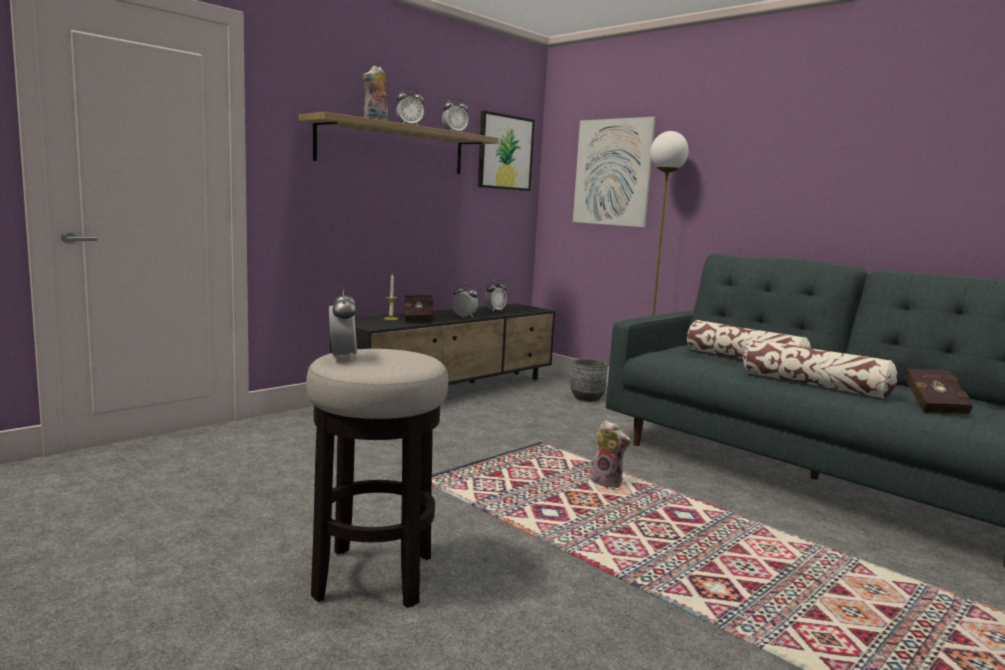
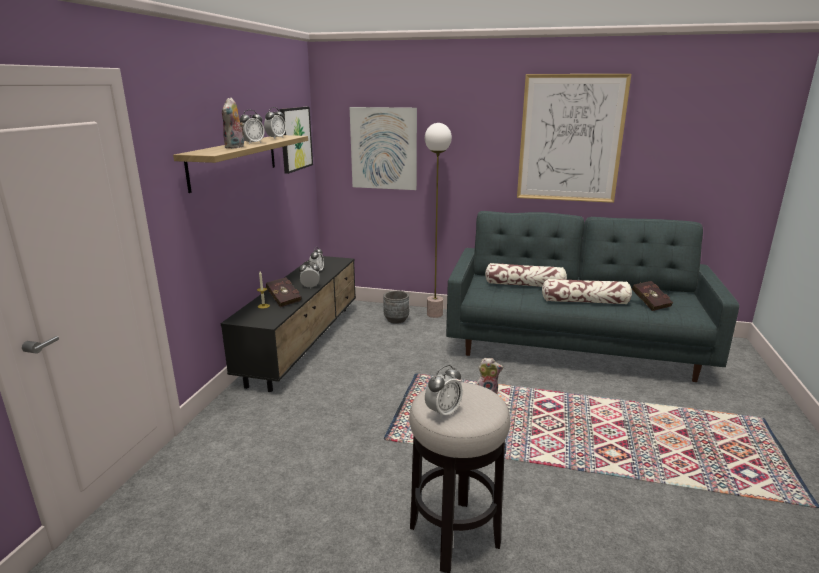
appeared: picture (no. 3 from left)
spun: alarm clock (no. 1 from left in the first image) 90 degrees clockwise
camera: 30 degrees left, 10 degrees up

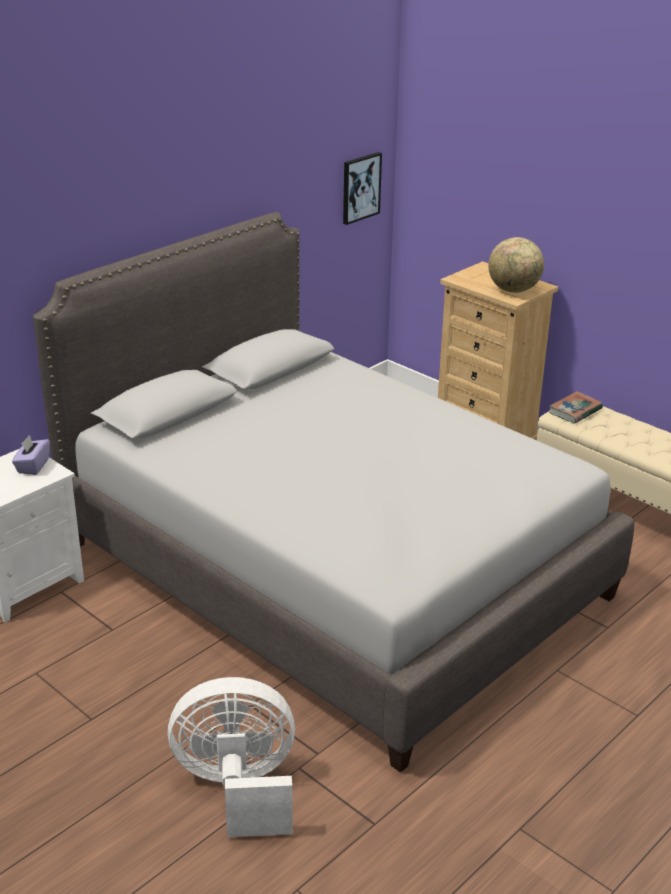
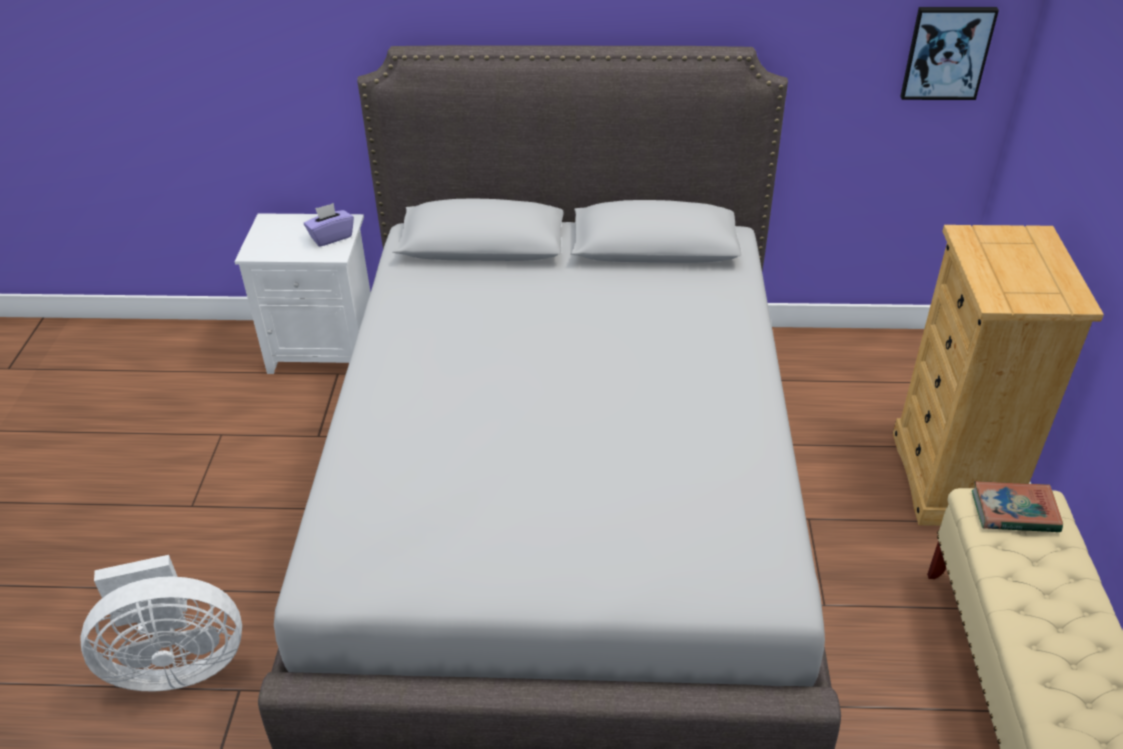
missing: globe
spun: fan in white 120 degrees clockwise
camera: 50 degrees right, 10 degrees up

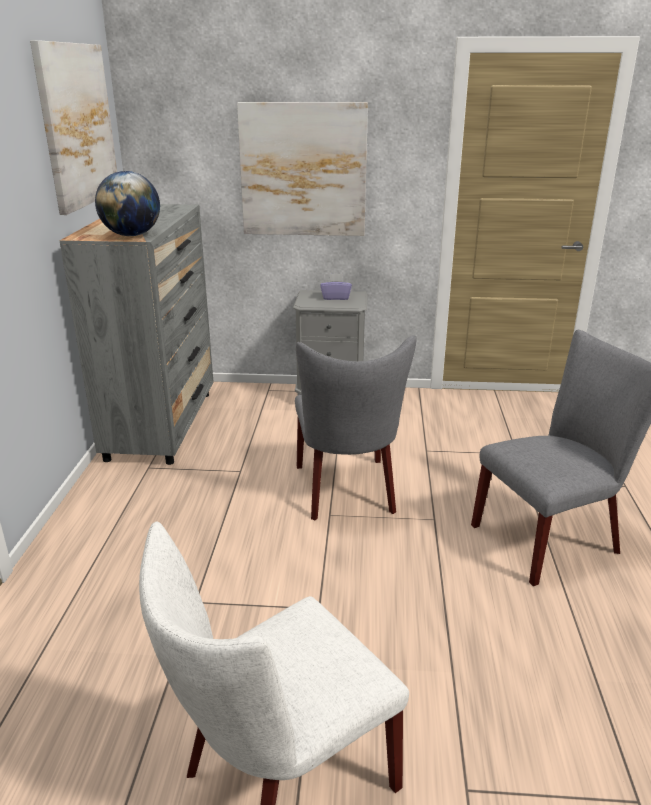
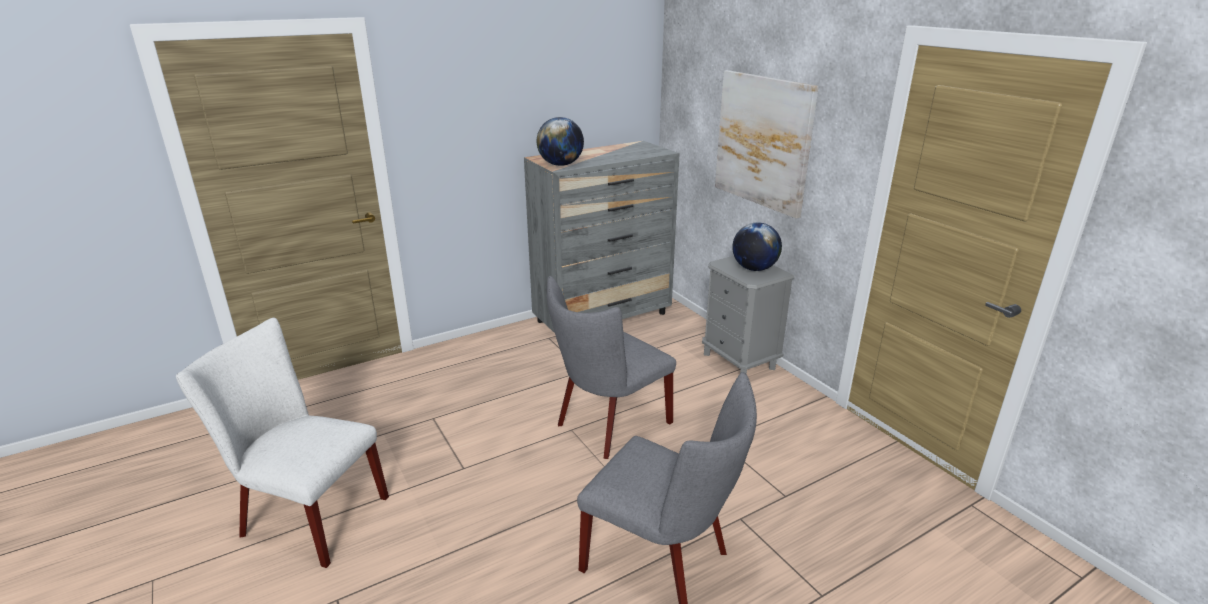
missing: picture (no. 1 from left)
exchanged: tissue box in purple to globe (no. 2 from left)
camera: 55 degrees right, 0 degrees up

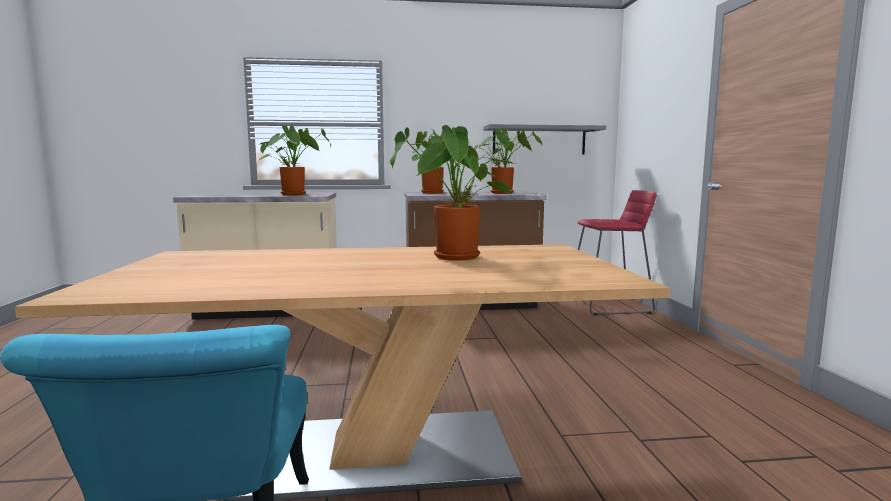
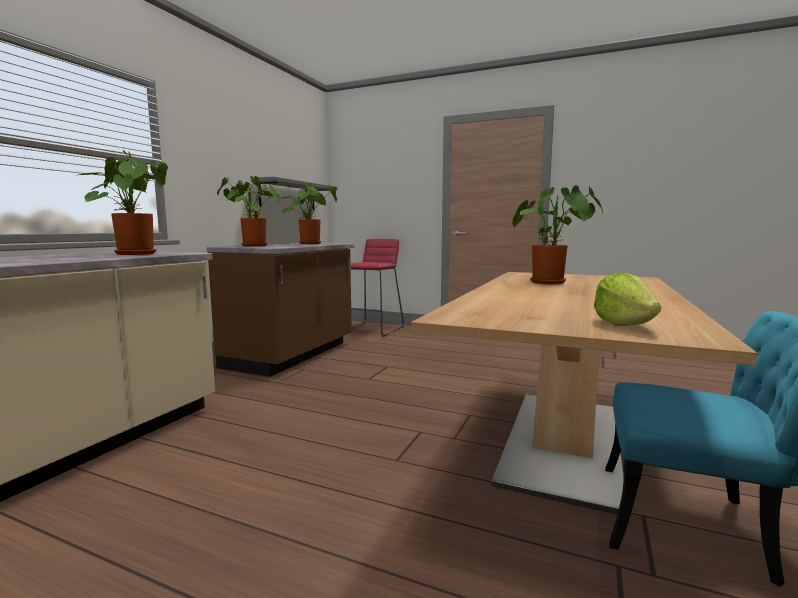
appeared: lettuce
camera: 60 degrees left, 0 degrees up

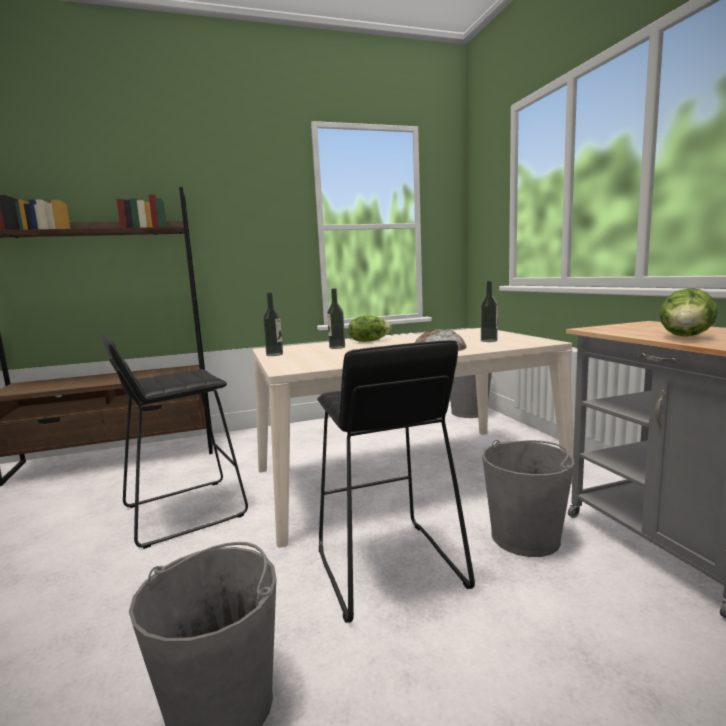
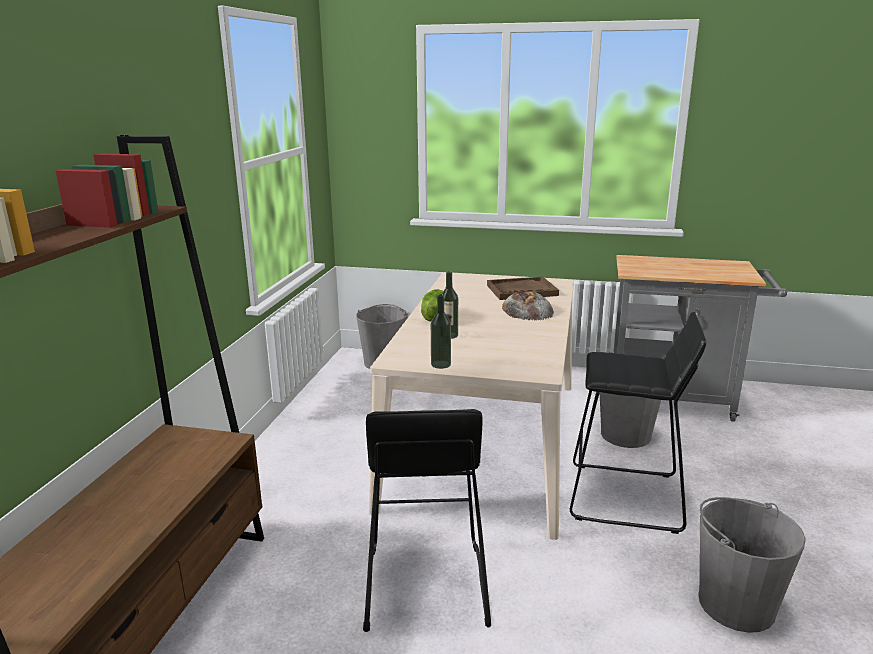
missing: lettuce (no. 2 from left)
exchanged: bottle (no. 3 from left) to tray in brown
camera: 60 degrees left, 10 degrees up

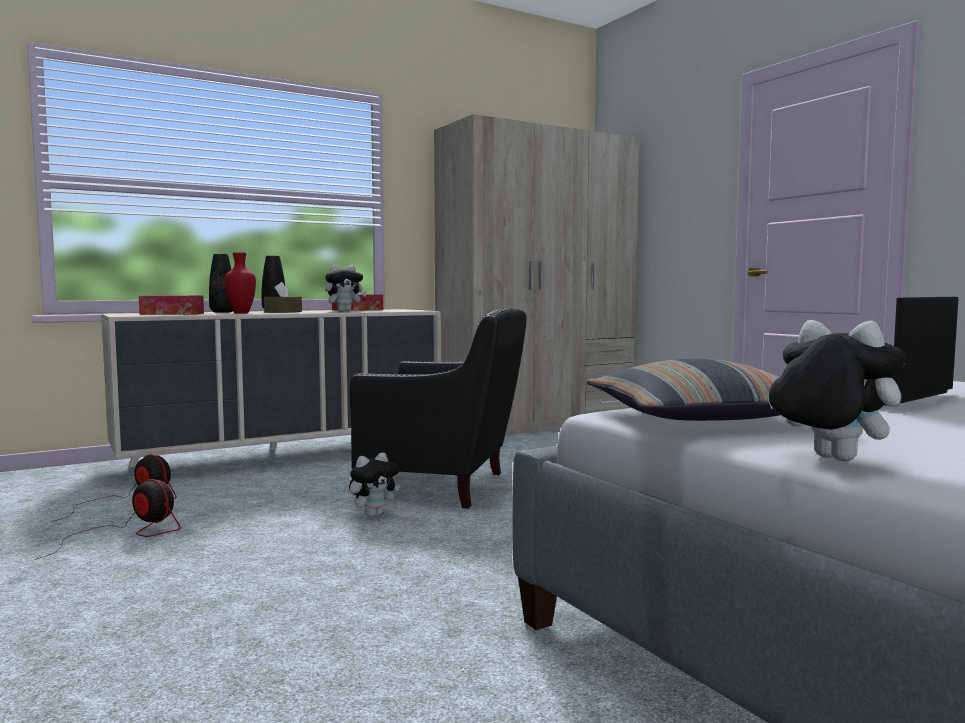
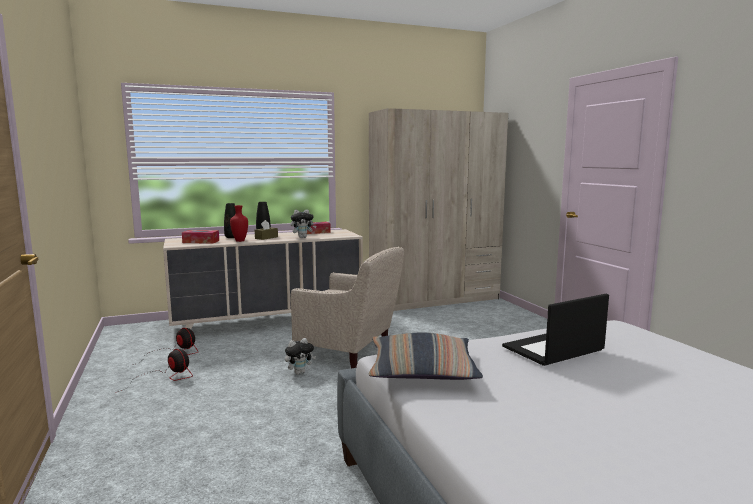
missing: plush toy (no. 3 from left)
colour: armchair in black to armchair in beige
camera: 10 degrees right, 5 degrees up

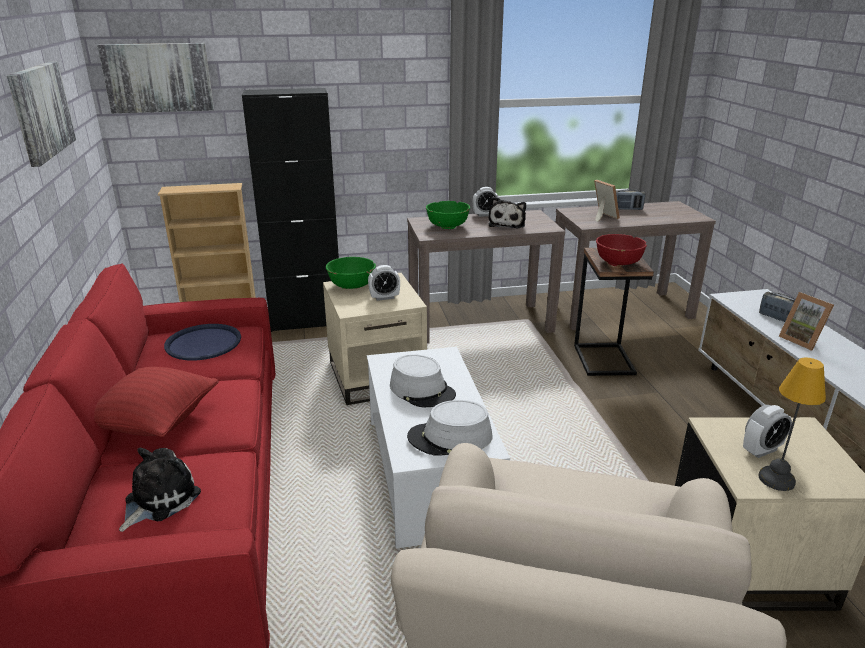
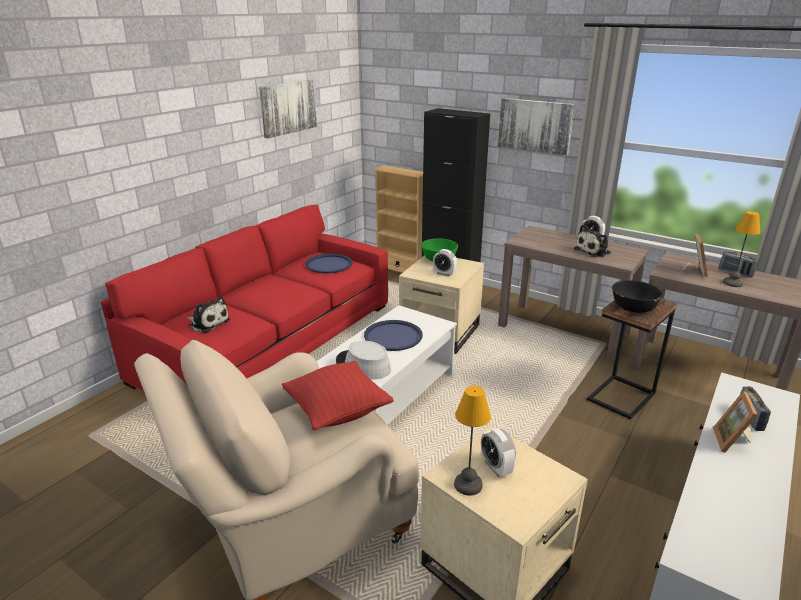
missing: bowl in green (no. 2 from left)
appeared: table lamp (no. 2 from left)
relocated: pillow in red; picture (no. 2 from left)
exchanged: hat in grey (no. 1 from left) to tray in blue (no. 2 from left)
colour: bowl in red to bowl in black
spun: plush toy (no. 1 from left) 45 degrees clockwise; alarm clock (no. 3 from left in the first image) 45 degrees clockwise
camera: 45 degrees right, 0 degrees up

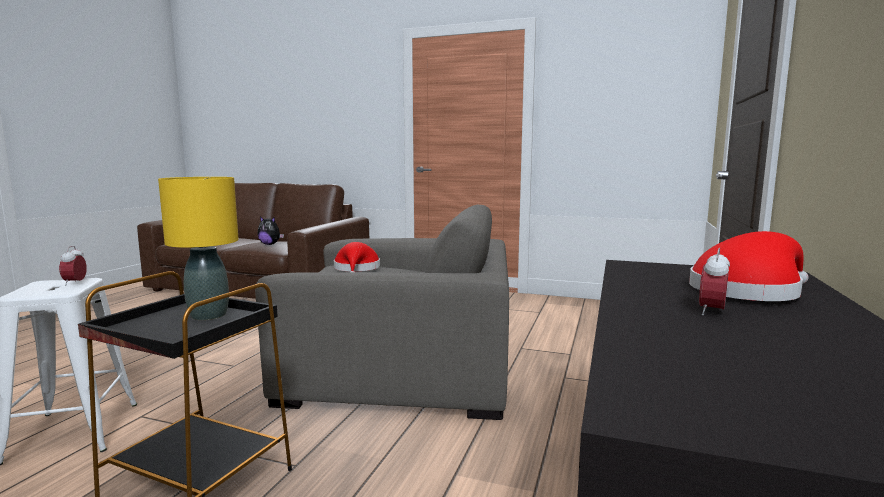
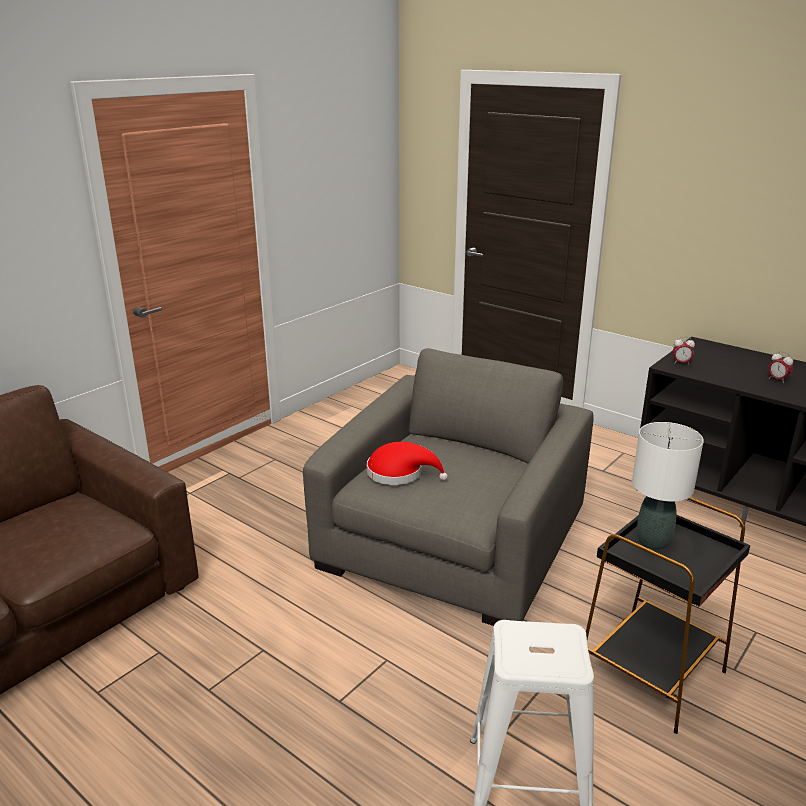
missing: plush toy; hat in red (no. 2 from left)
relocated: alarm clock (no. 1 from left)
colour: table lamp in yellow to table lamp in white
camera: 70 degrees left, 15 degrees up

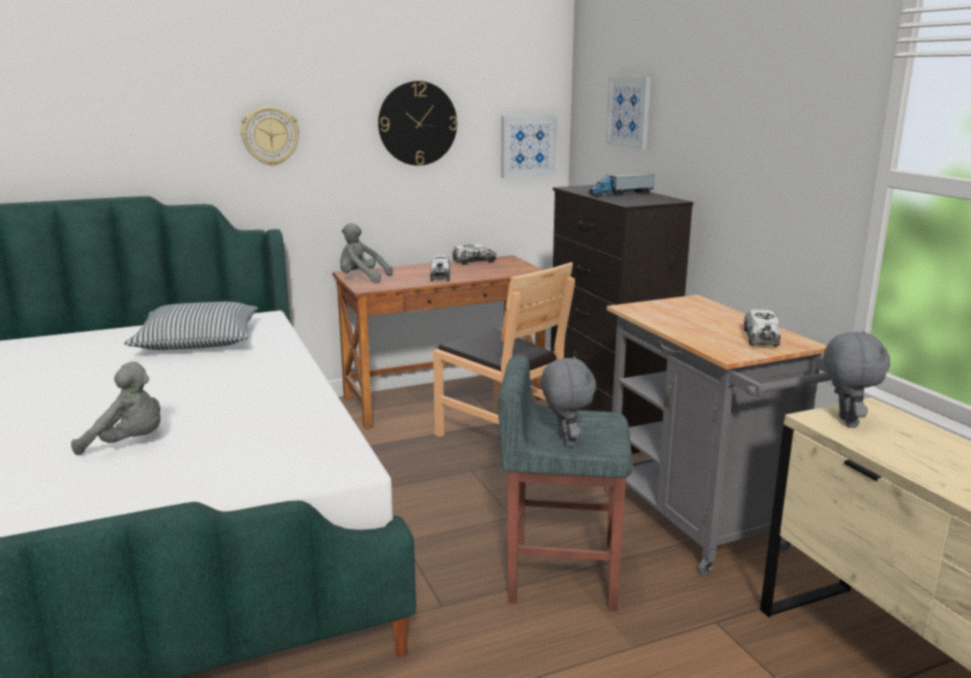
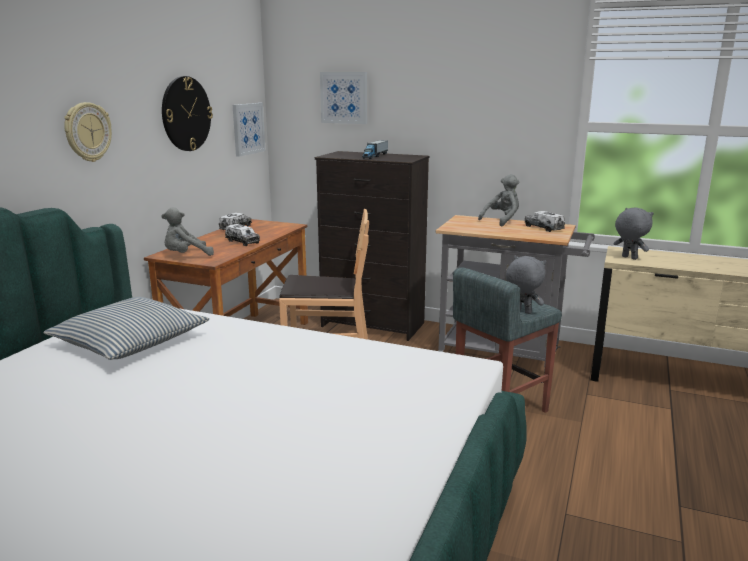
relocated: plush toy in grey (no. 1 from left in the first image) to plush toy in grey (no. 2 from left)
camera: 45 degrees left, 0 degrees up

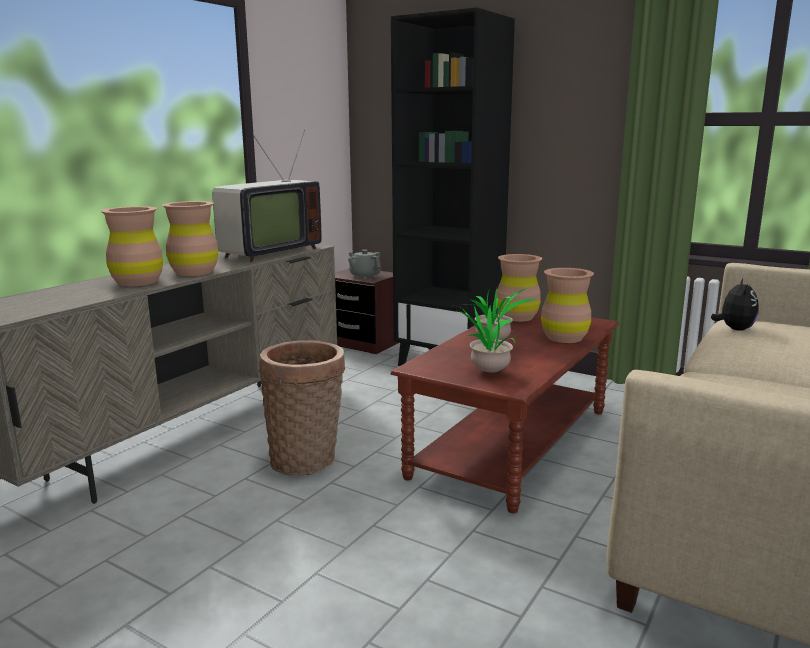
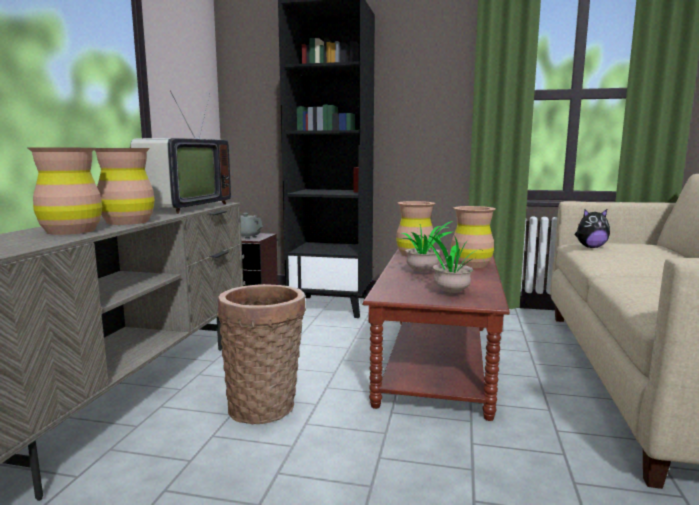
spun: plush toy 90 degrees clockwise
camera: 20 degrees left, 5 degrees down

